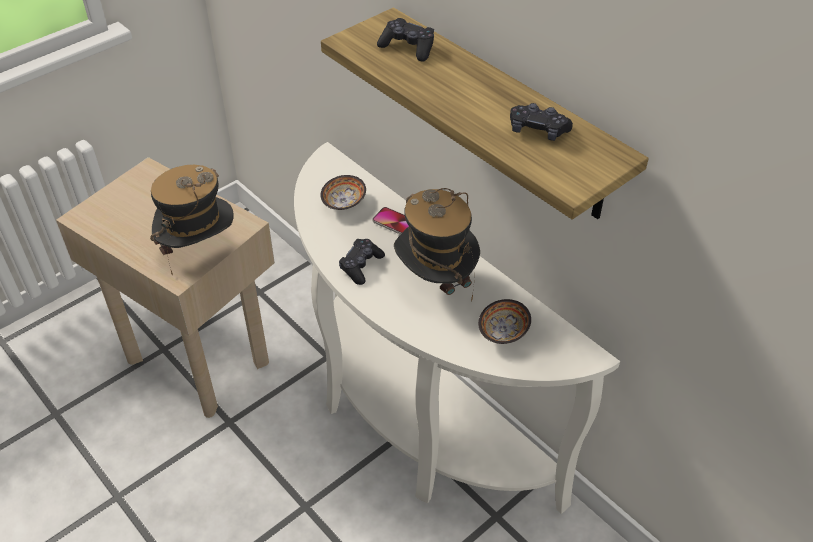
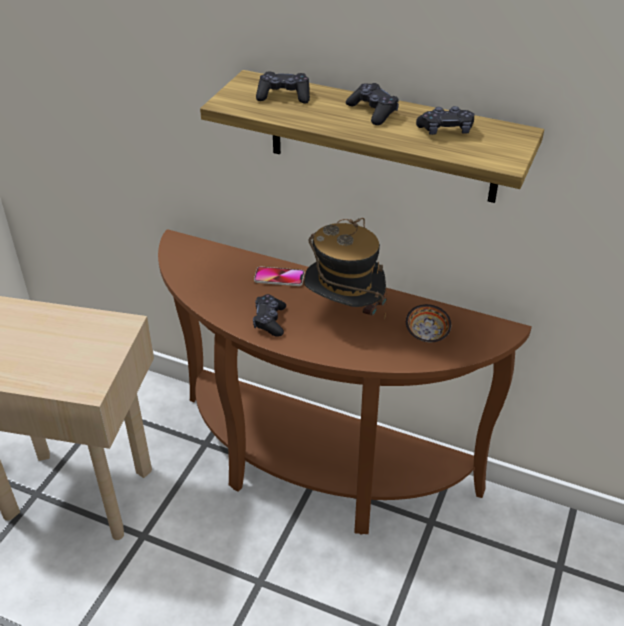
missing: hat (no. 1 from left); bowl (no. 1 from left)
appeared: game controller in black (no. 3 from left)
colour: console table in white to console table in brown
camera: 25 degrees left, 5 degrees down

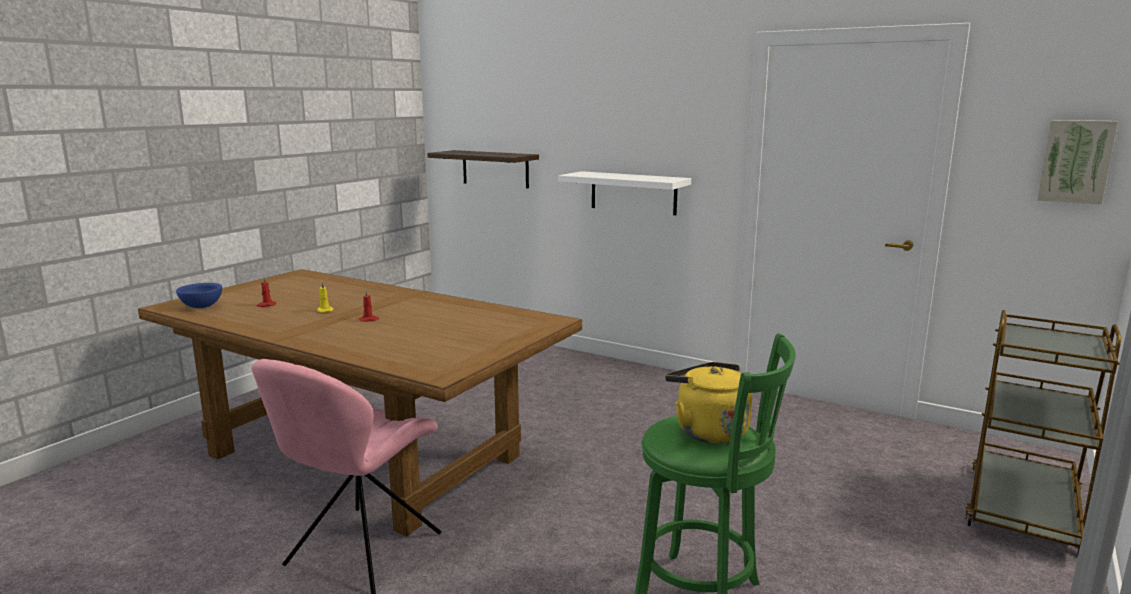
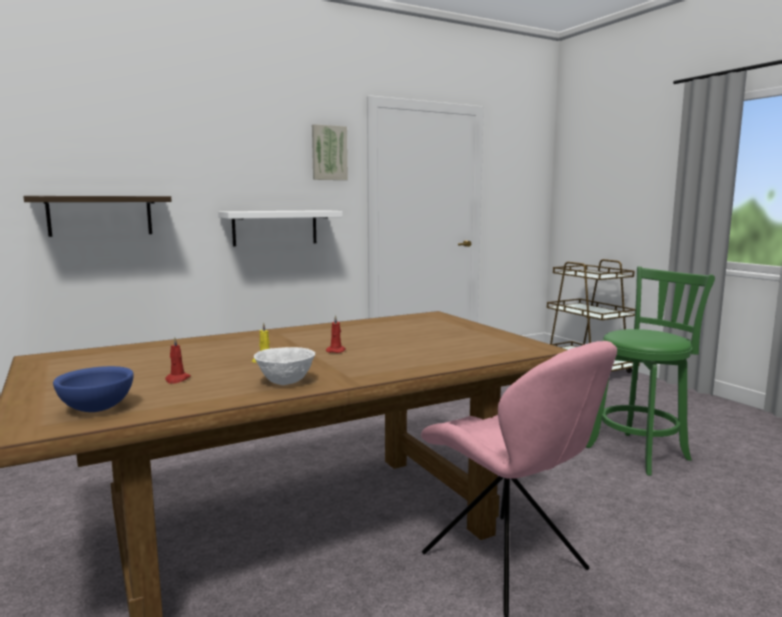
missing: kettle in yellow
appeared: bowl in white
relocated: picture
camera: 60 degrees left, 5 degrees down

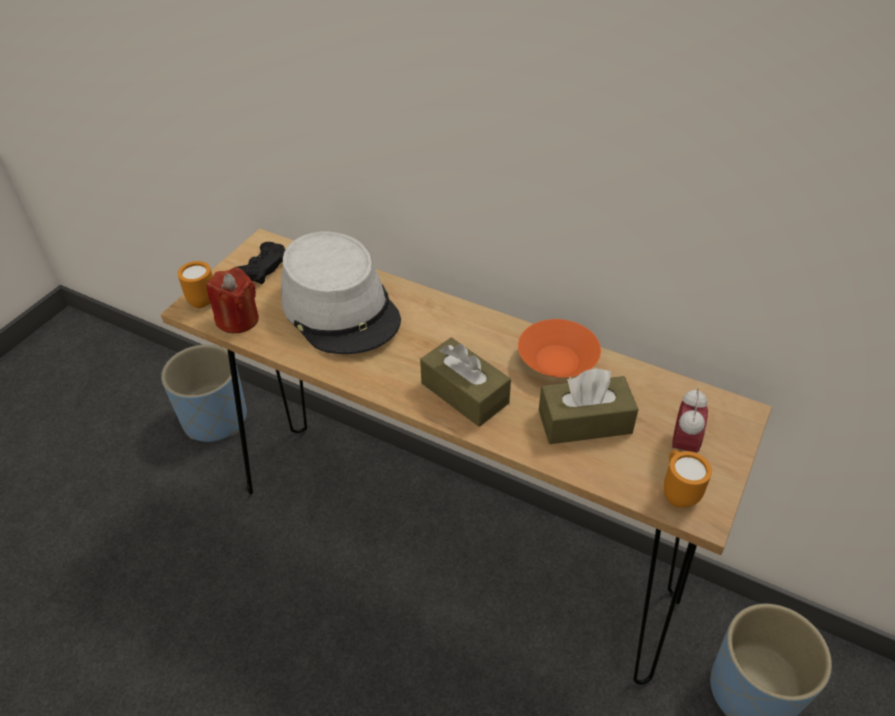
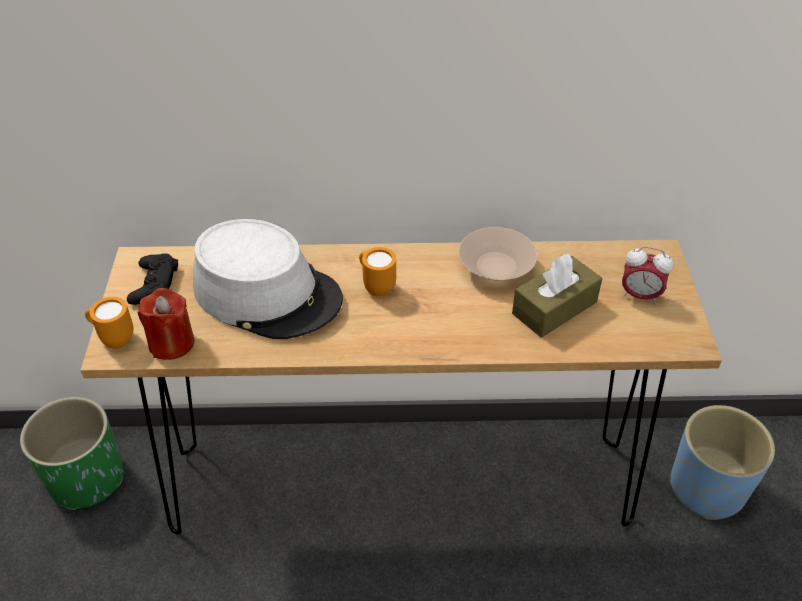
missing: tissue box in brown (no. 1 from left)
relocated: mug in orange (no. 2 from left)
colour: planter in blue (no. 1 from left) to planter in green; bowl in orange to bowl in beige
spun: alarm clock 120 degrees clockwise
camera: 30 degrees left, 0 degrees up

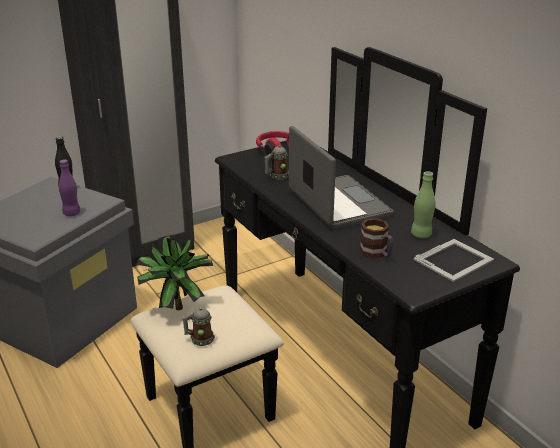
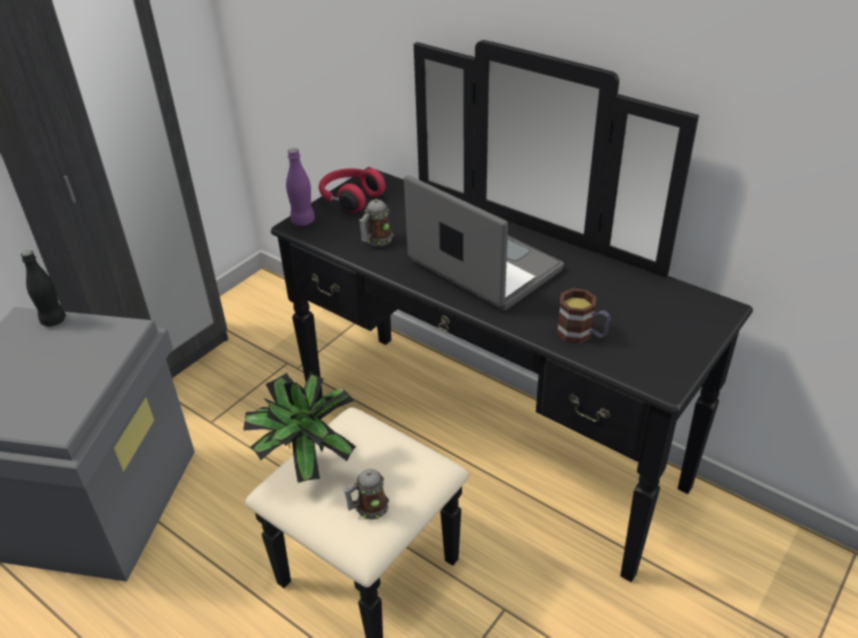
missing: bottle in green; picture frame
relocated: bottle in purple
camera: 20 degrees left, 10 degrees up

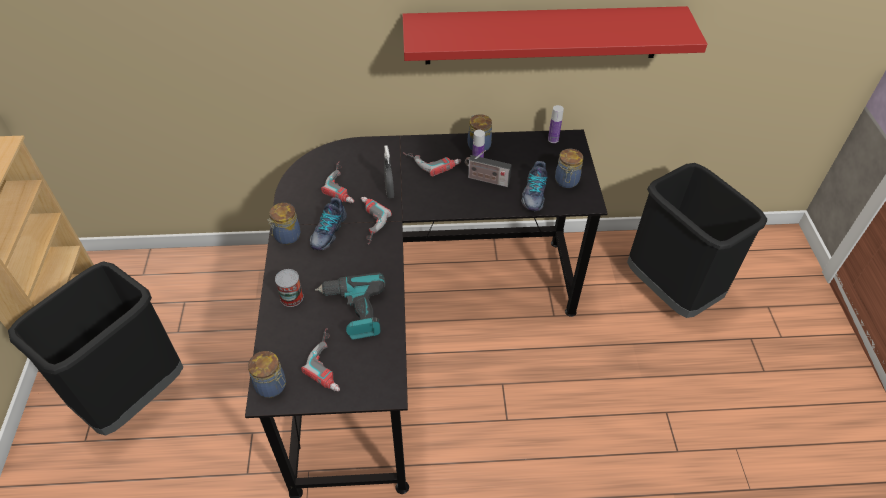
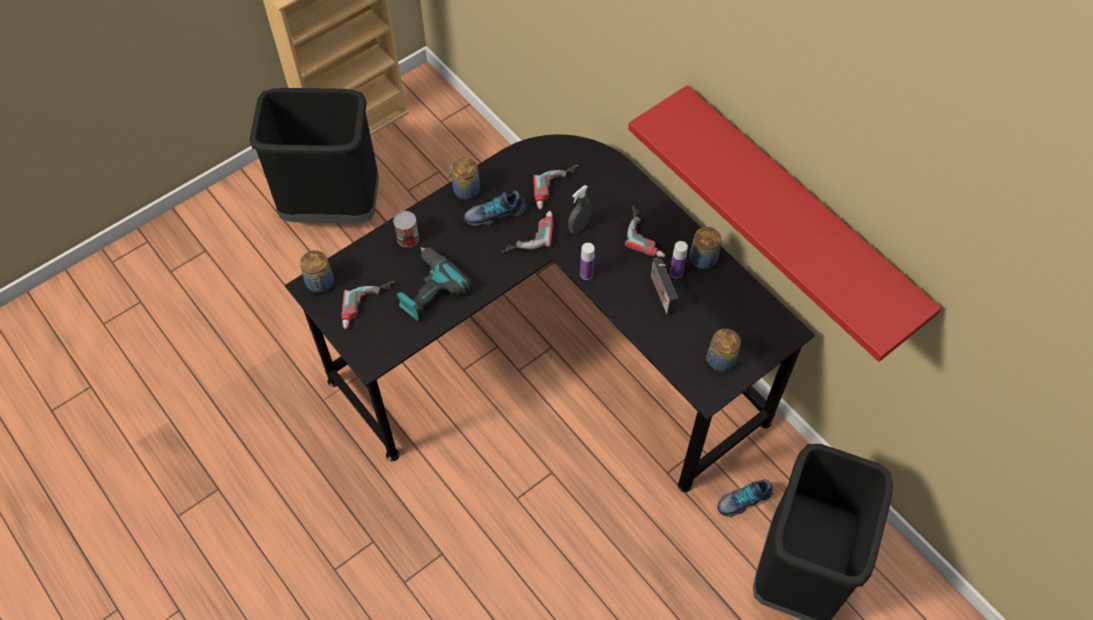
relocated: bottle (no. 2 from left in the first image) to bottle (no. 1 from left); shoe (no. 2 from left)
camera: 55 degrees right, 10 degrees up

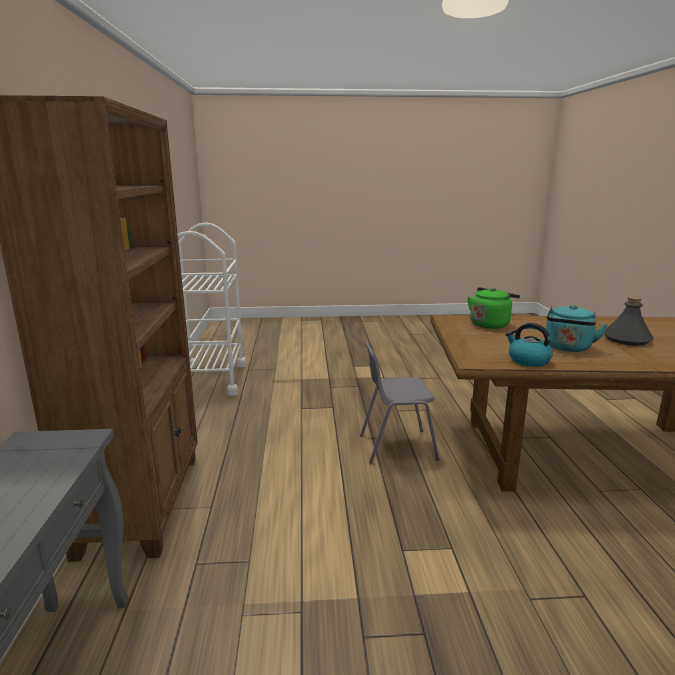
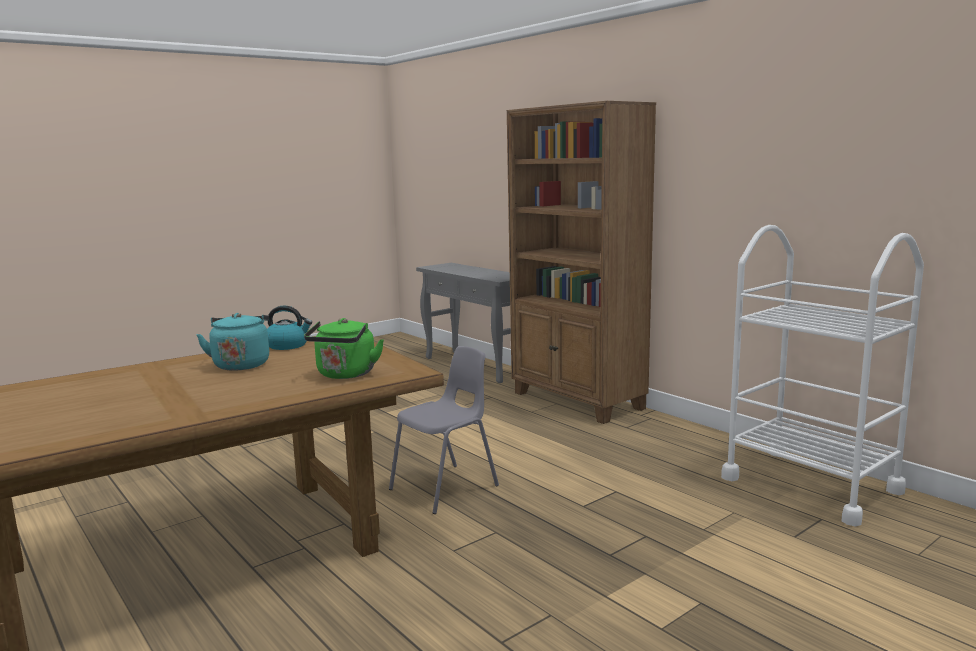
missing: bottle in grey
camera: 145 degrees right, 5 degrees down

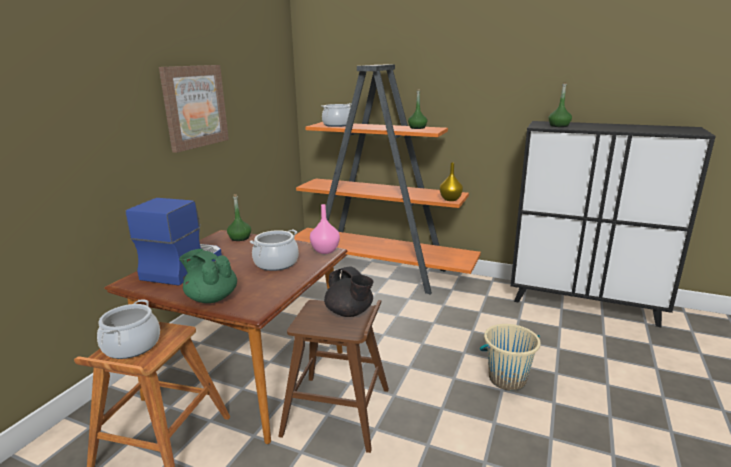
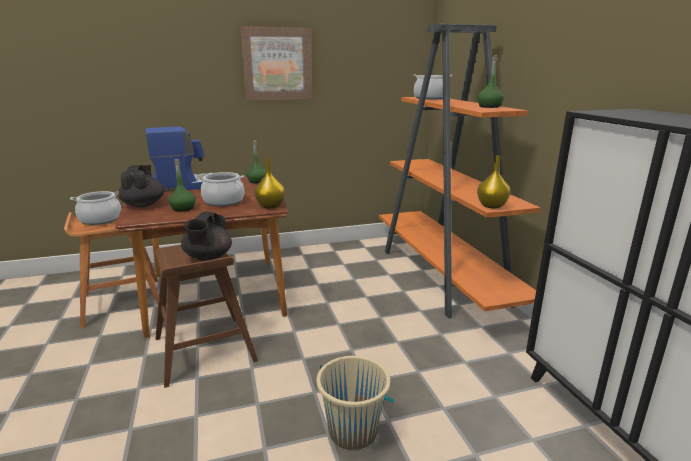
relocated: bottle in green (no. 3 from left in the first image) to bottle in green (no. 1 from left)
colour: teapot in green to teapot in black (no. 1 from left); vase in pink to vase in yellow (no. 1 from left)
camera: 50 degrees right, 0 degrees up

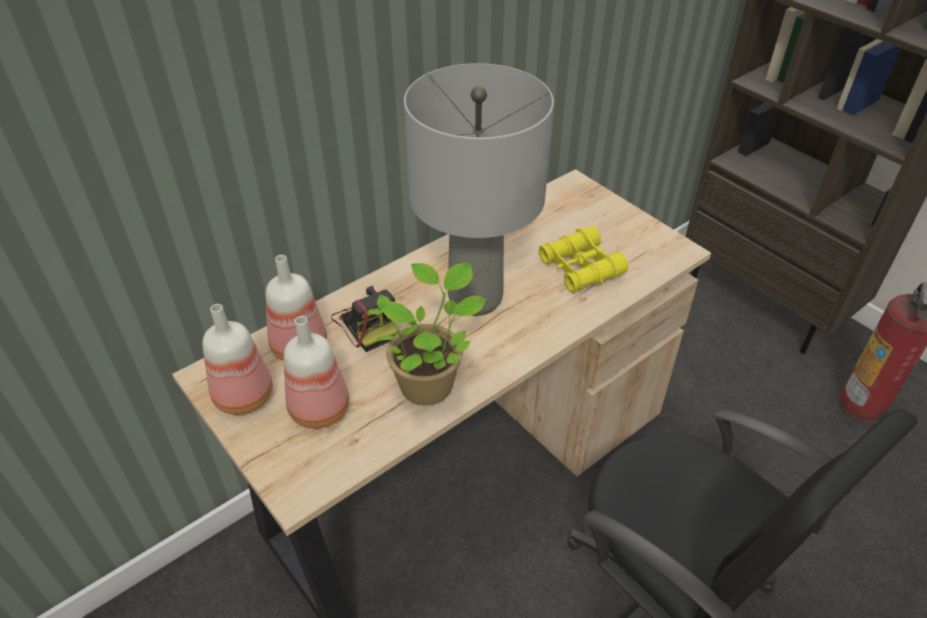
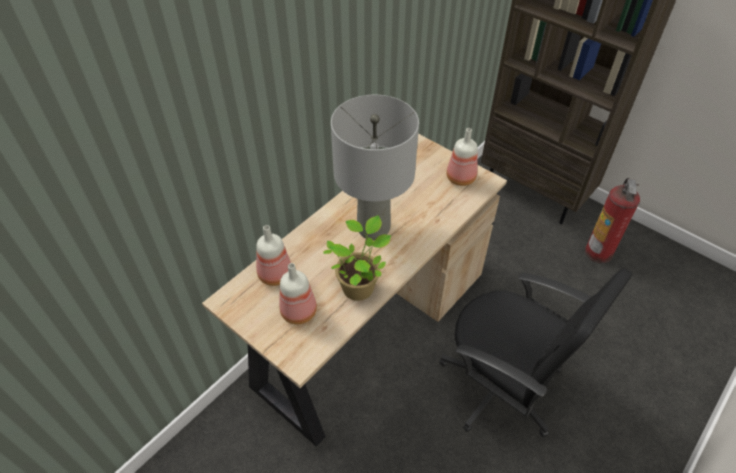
missing: photo camera; binoculars in yellow
relocated: bottle (no. 1 from left in the first image) to bottle (no. 3 from left)
camera: 10 degrees left, 5 degrees up

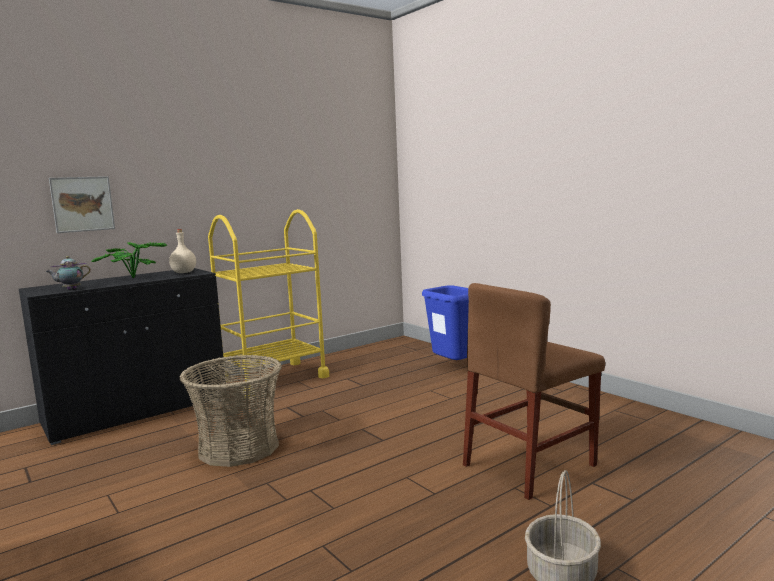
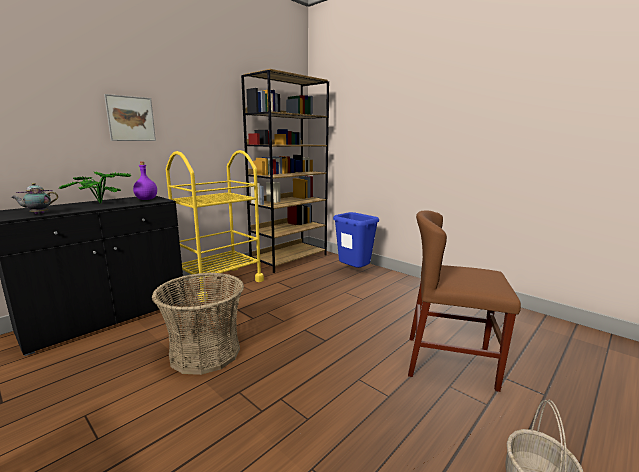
appeared: bookcase in brown
relocated: picture
colour: bottle in beige to bottle in purple
spun: chair in brown 60 degrees clockwise
camera: 10 degrees left, 5 degrees up

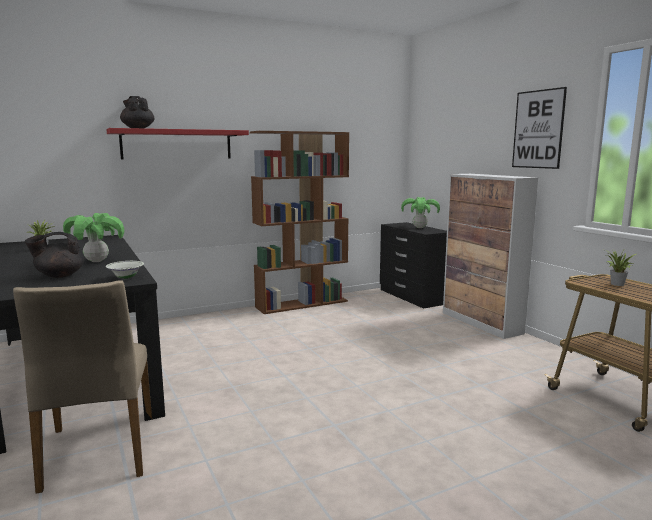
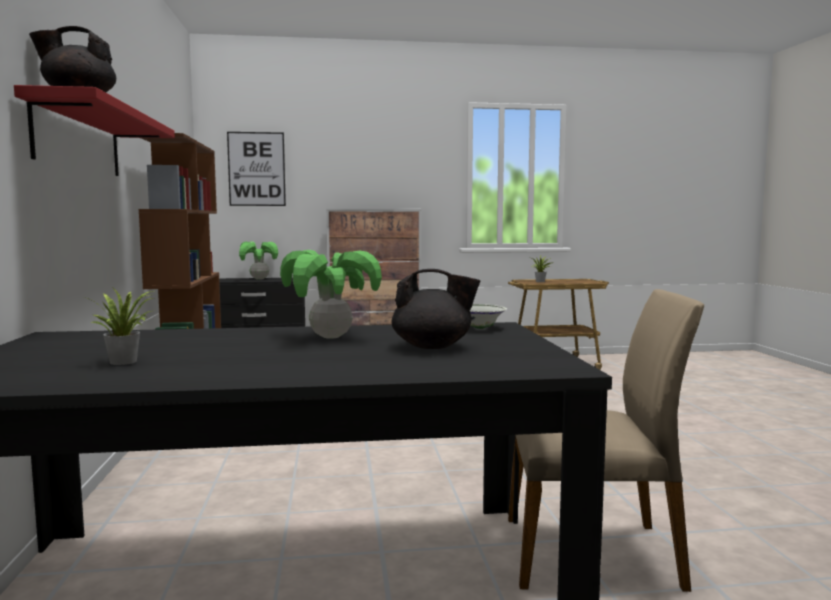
relocated: picture
spun: teapot in black (no. 1 from left in the first image) 75 degrees counterclockwise
camera: 70 degrees left, 5 degrees down

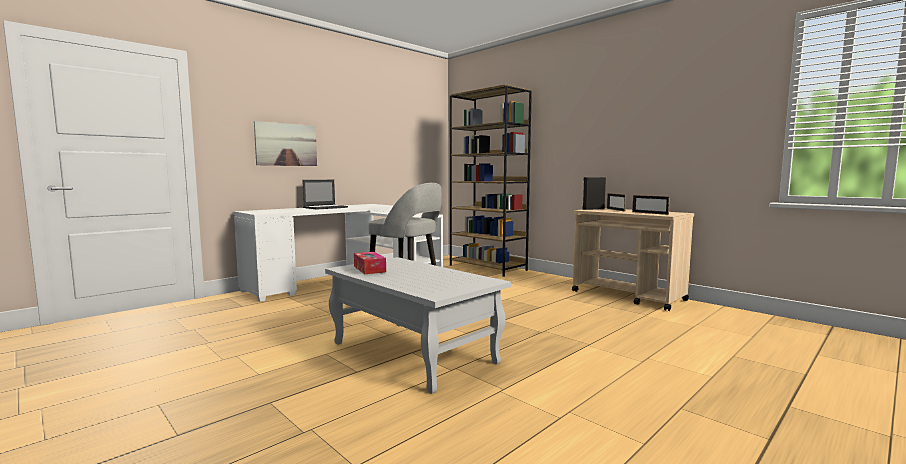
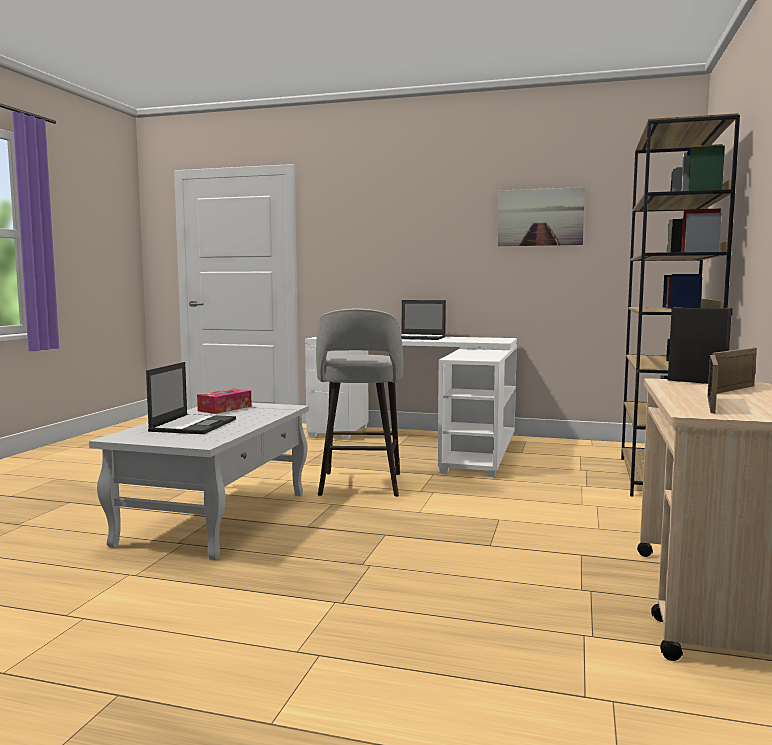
appeared: laptop (no. 1 from left)
relocated: picture
camera: 60 degrees right, 0 degrees up

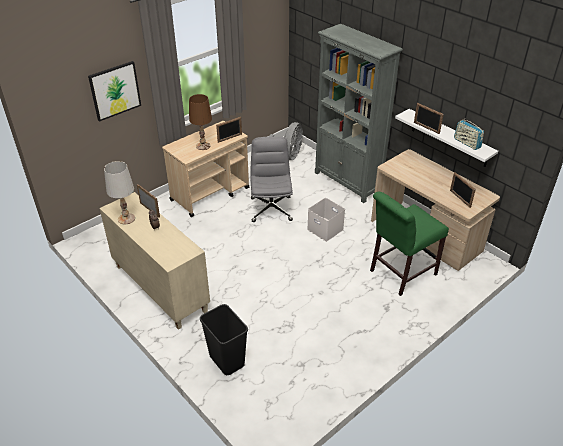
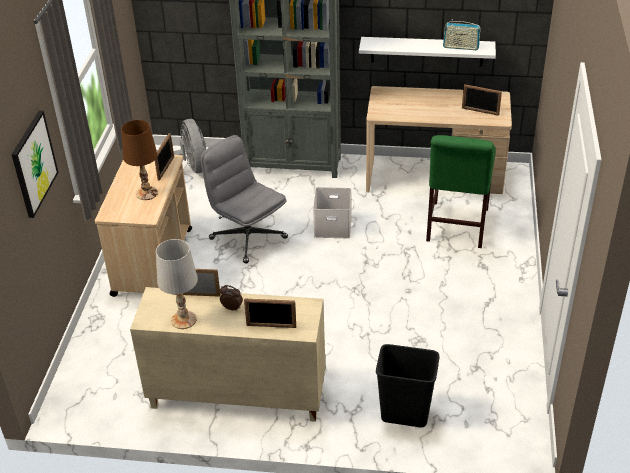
relocated: picture frame (no. 3 from left)
camera: 40 degrees left, 0 degrees up

